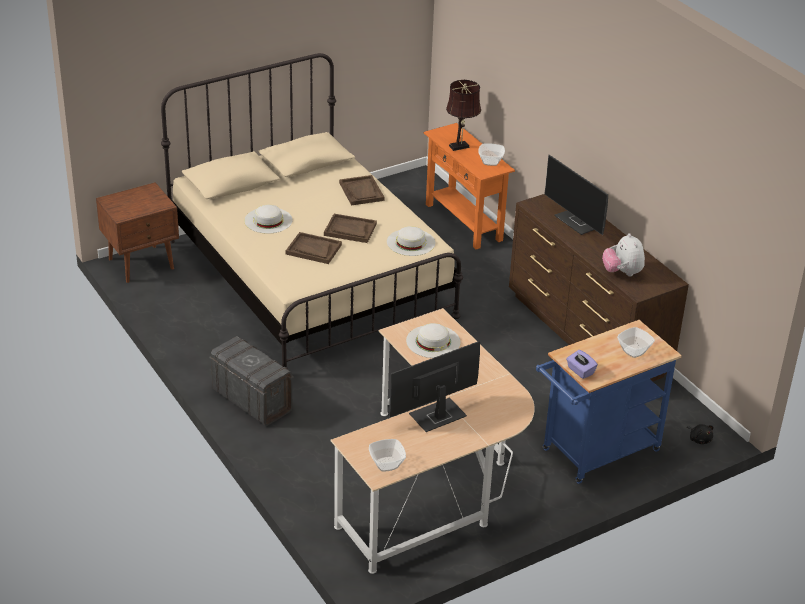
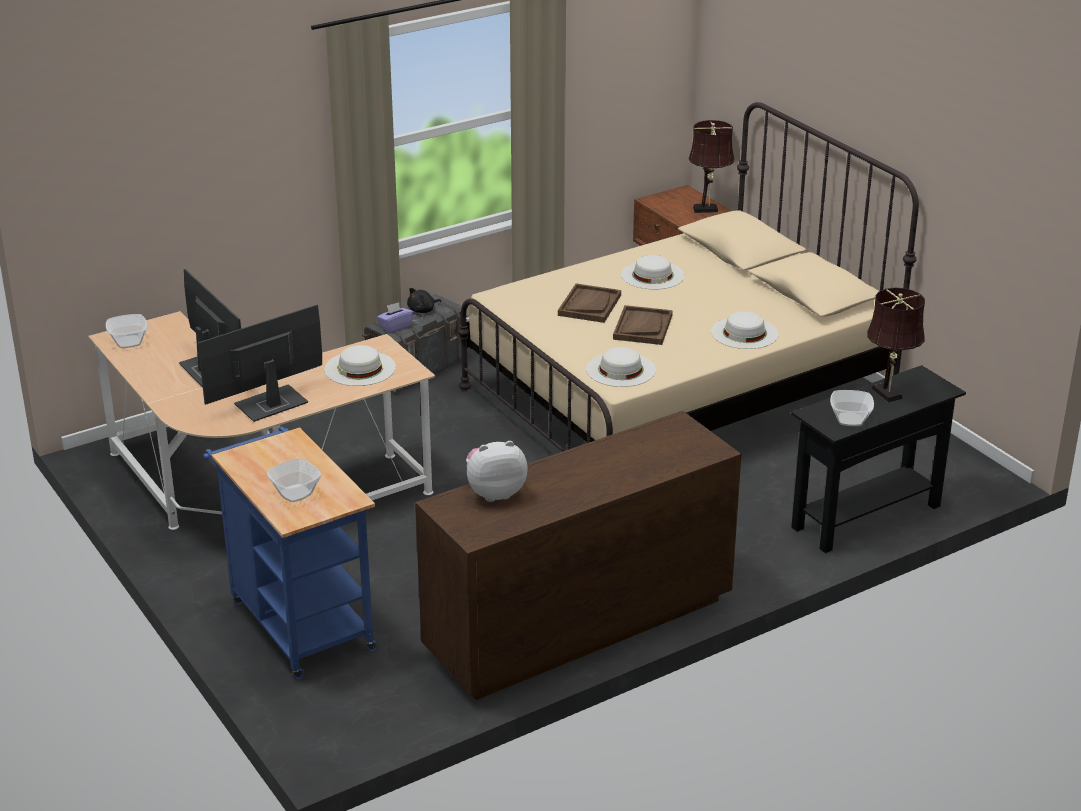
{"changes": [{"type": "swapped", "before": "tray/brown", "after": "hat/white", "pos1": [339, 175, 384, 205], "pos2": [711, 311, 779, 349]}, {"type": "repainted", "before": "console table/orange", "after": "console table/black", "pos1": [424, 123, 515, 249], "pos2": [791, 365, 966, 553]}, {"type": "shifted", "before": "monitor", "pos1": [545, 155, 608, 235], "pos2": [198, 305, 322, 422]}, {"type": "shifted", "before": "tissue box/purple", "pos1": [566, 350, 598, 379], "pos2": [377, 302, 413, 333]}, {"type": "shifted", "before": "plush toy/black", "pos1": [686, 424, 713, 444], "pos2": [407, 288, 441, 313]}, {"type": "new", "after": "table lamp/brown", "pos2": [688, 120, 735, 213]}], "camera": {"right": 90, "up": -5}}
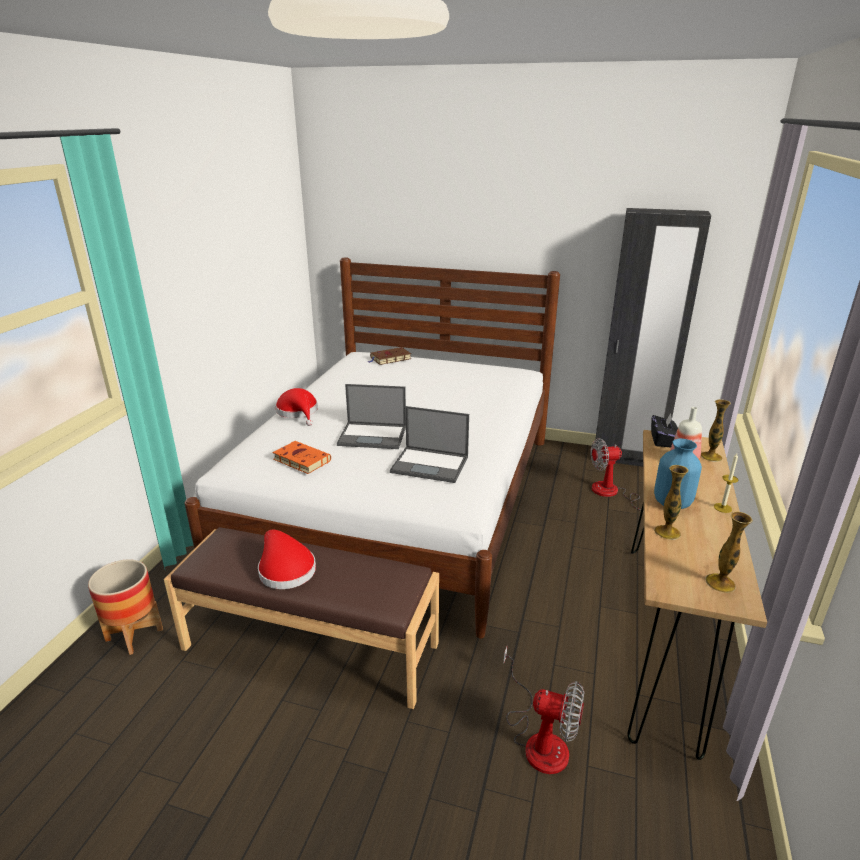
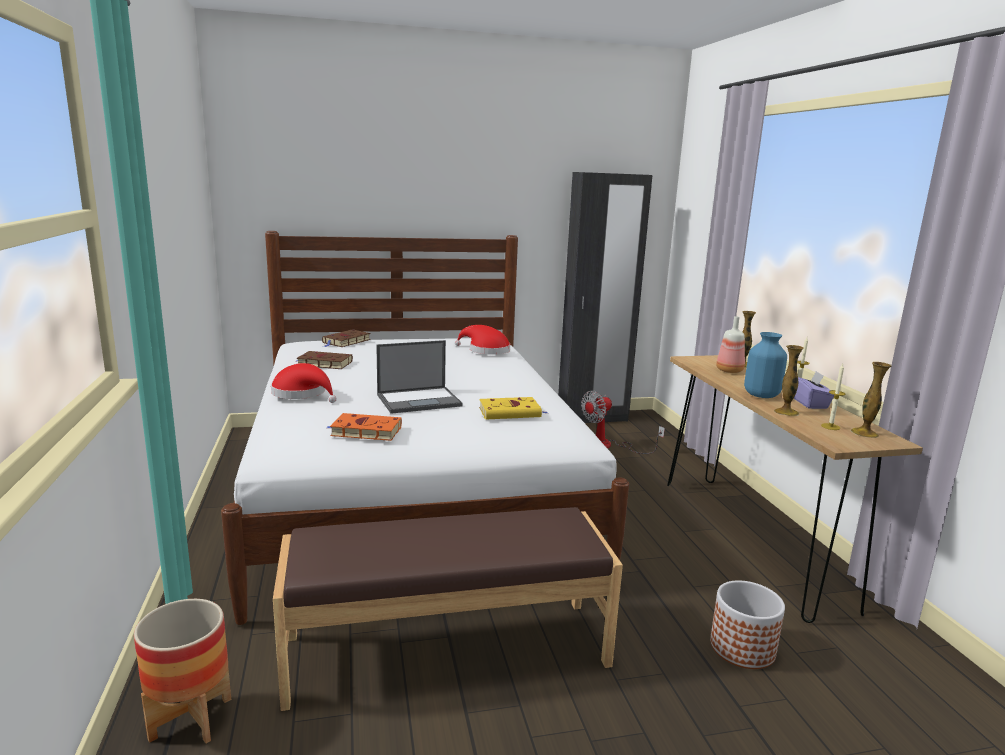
{"changes": [{"type": "shifted", "before": "hat/red", "pos1": [258, 530, 316, 589], "pos2": [455, 325, 510, 355]}, {"type": "swapped", "before": "laptop", "after": "book/yellow", "pos1": [390, 406, 469, 483], "pos2": [479, 397, 547, 420]}, {"type": "swapped", "before": "fan", "after": "planter", "pos1": [504, 647, 585, 774], "pos2": [710, 580, 785, 669]}, {"type": "gone", "before": "tissue box/black", "pos1": [651, 413, 678, 447]}, {"type": "new", "after": "book/brown", "pos2": [297, 351, 353, 369]}, {"type": "new", "after": "tissue box/purple", "pos2": [794, 371, 834, 409]}, {"type": "new", "after": "candle", "pos2": [821, 364, 846, 430]}], "camera": {"right": -30, "up": -10}}
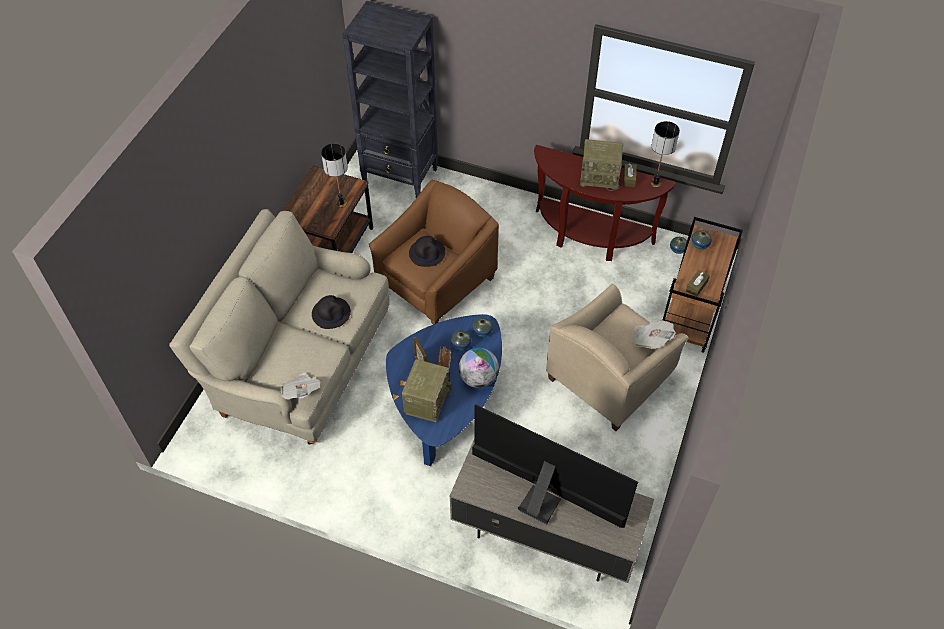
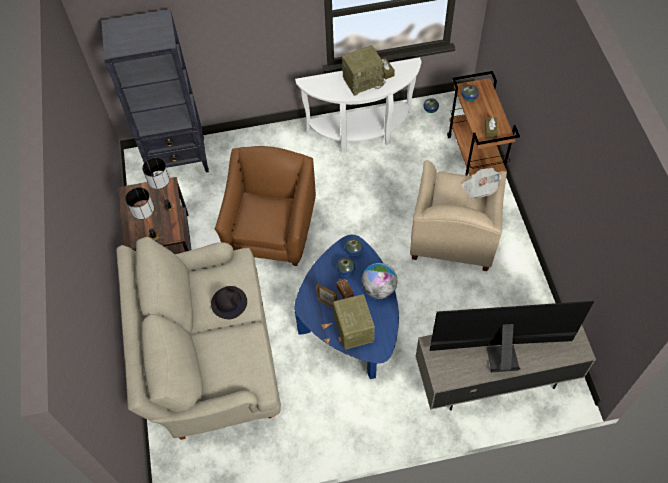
{"changes": [{"type": "gone", "before": "newspaper", "pos1": [281, 373, 321, 400]}, {"type": "gone", "before": "hat/black", "pos1": [409, 236, 446, 267]}, {"type": "repainted", "before": "console table/brown", "after": "console table/white", "pos1": [534, 145, 675, 261], "pos2": [295, 57, 422, 152]}, {"type": "shifted", "before": "table lamp", "pos1": [651, 121, 680, 187], "pos2": [125, 187, 159, 241]}], "camera": {"right": -30, "up": 5}}
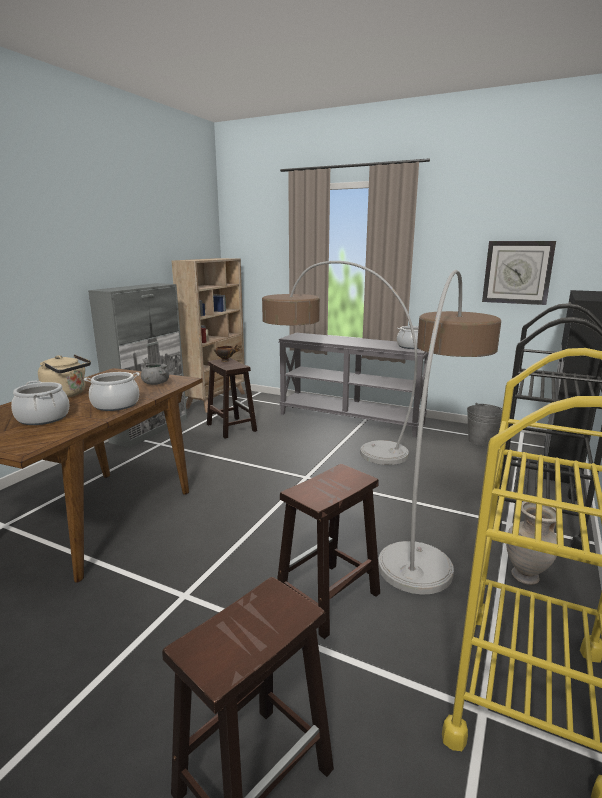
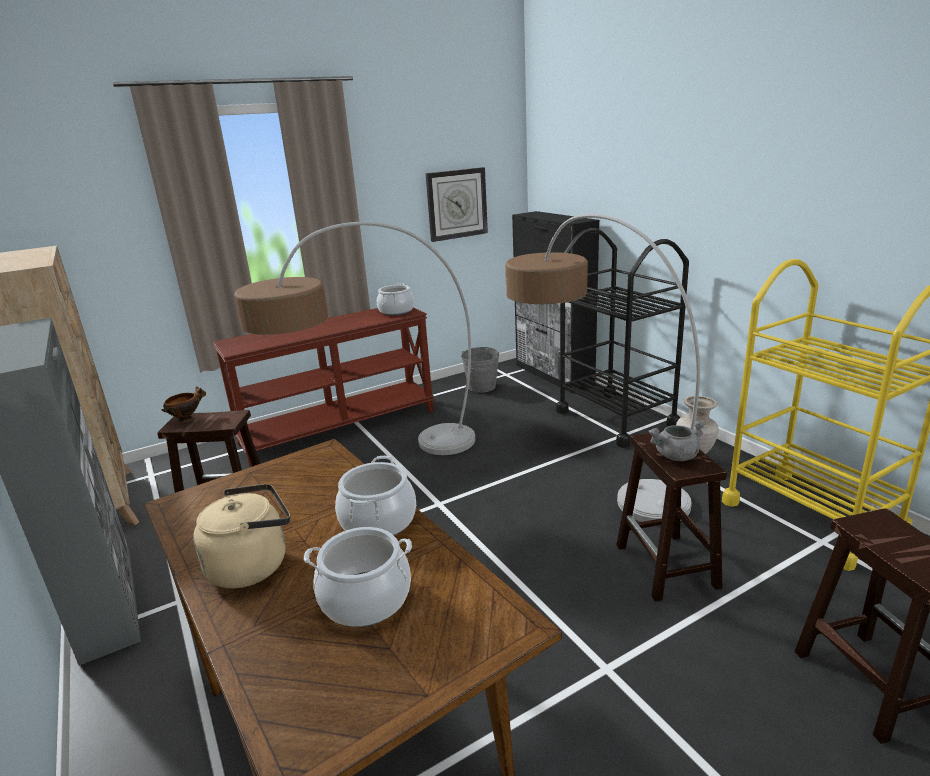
{"changes": [{"type": "shifted", "before": "cooking pot/grey", "pos1": [141, 358, 169, 385], "pos2": [648, 420, 706, 461]}, {"type": "repainted", "before": "console table/grey", "after": "console table/brown", "pos1": [278, 333, 428, 437], "pos2": [213, 307, 434, 466]}], "camera": {"right": -55, "up": 5}}
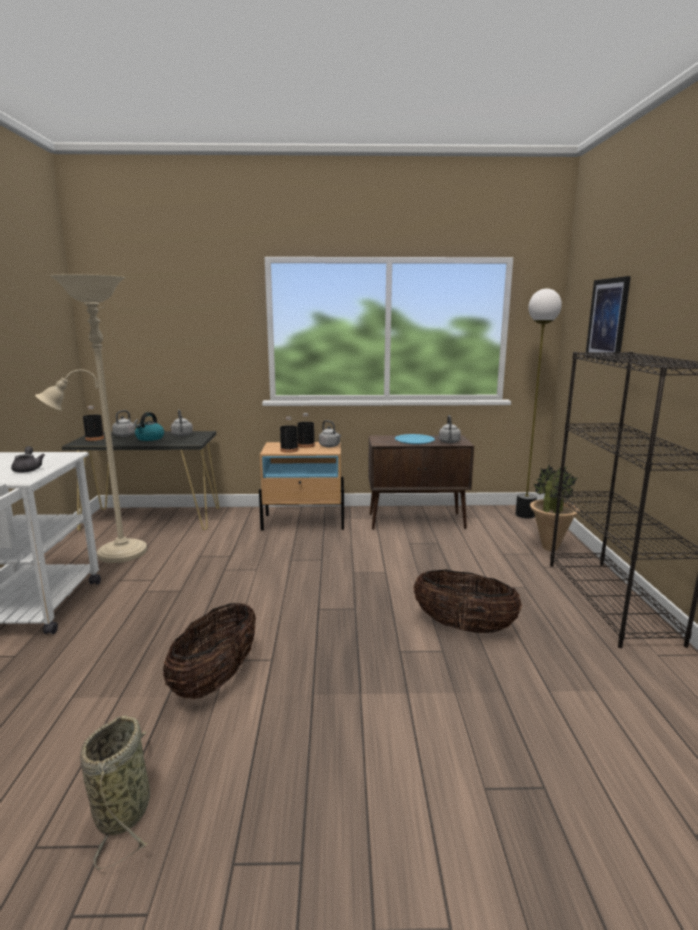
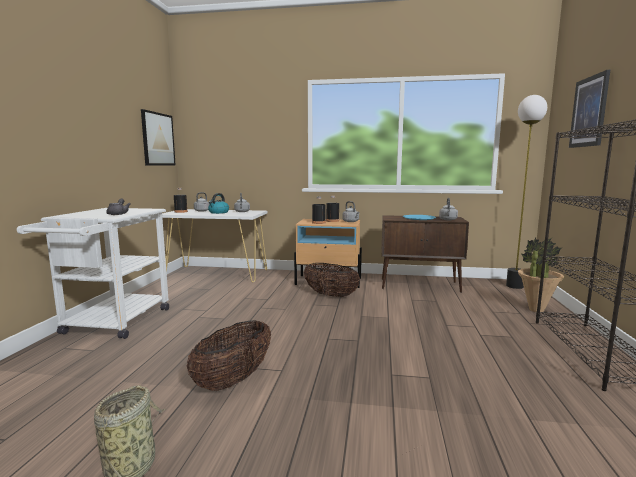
{"changes": [{"type": "gone", "before": "floor lamp/beige", "pos1": [35, 274, 147, 563]}, {"type": "repainted", "before": "console table/black", "after": "console table/white", "pos1": [62, 431, 219, 531], "pos2": [162, 209, 268, 282]}, {"type": "shifted", "before": "basket", "pos1": [413, 570, 522, 633], "pos2": [304, 263, 360, 297]}, {"type": "new", "after": "picture", "pos2": [141, 109, 176, 166]}], "camera": {"right": 10, "up": -5}}
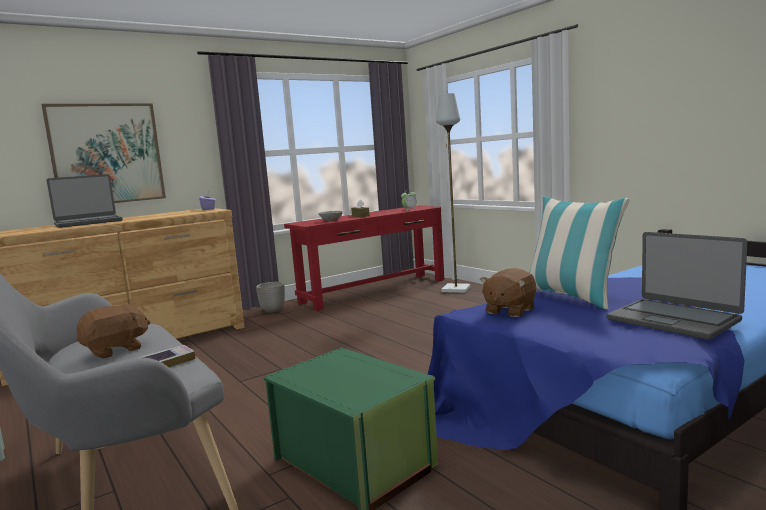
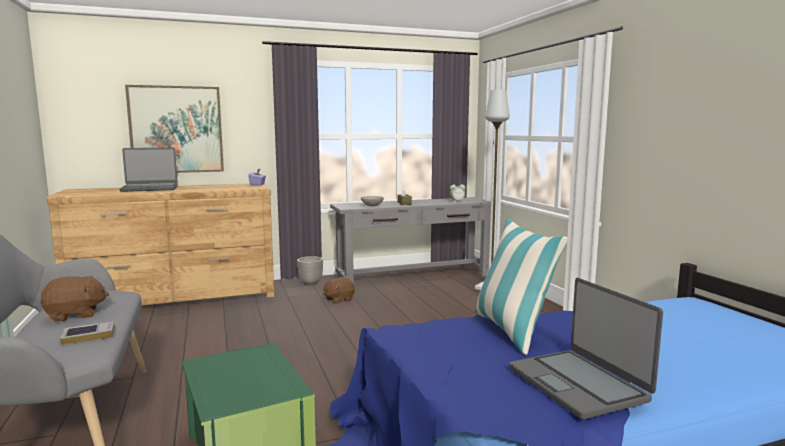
{"changes": [{"type": "repainted", "before": "console table/red", "after": "console table/grey", "pos1": [284, 205, 444, 311], "pos2": [330, 197, 491, 284]}, {"type": "shifted", "before": "plush toy/brown", "pos1": [480, 268, 537, 317], "pos2": [323, 277, 355, 304]}], "camera": {"right": 15, "up": 0}}
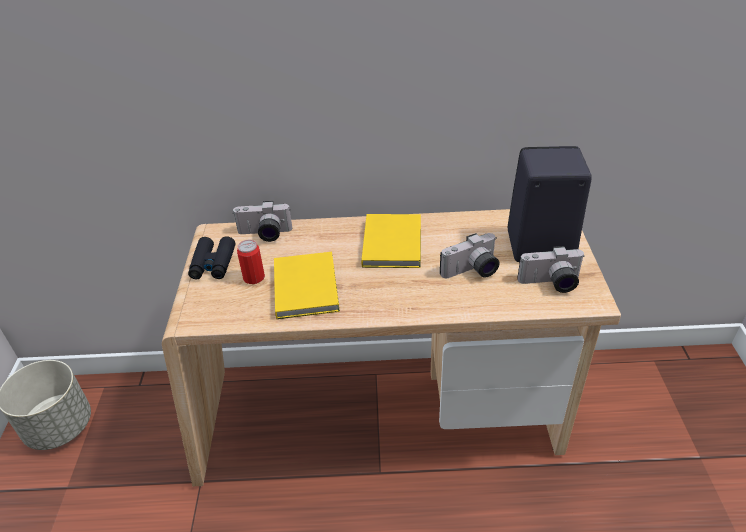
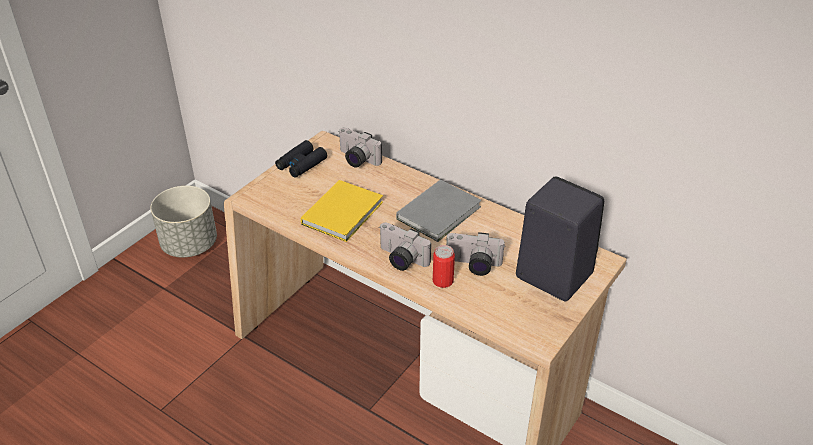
{"changes": [{"type": "shifted", "before": "can", "pos1": [237, 240, 265, 284], "pos2": [433, 245, 455, 288]}, {"type": "repainted", "before": "book/yellow", "after": "book/grey", "pos1": [361, 214, 421, 268], "pos2": [396, 180, 481, 242]}, {"type": "shifted", "before": "photo camera", "pos1": [518, 246, 585, 293], "pos2": [380, 223, 431, 271]}], "camera": {"right": 35, "up": 0}}
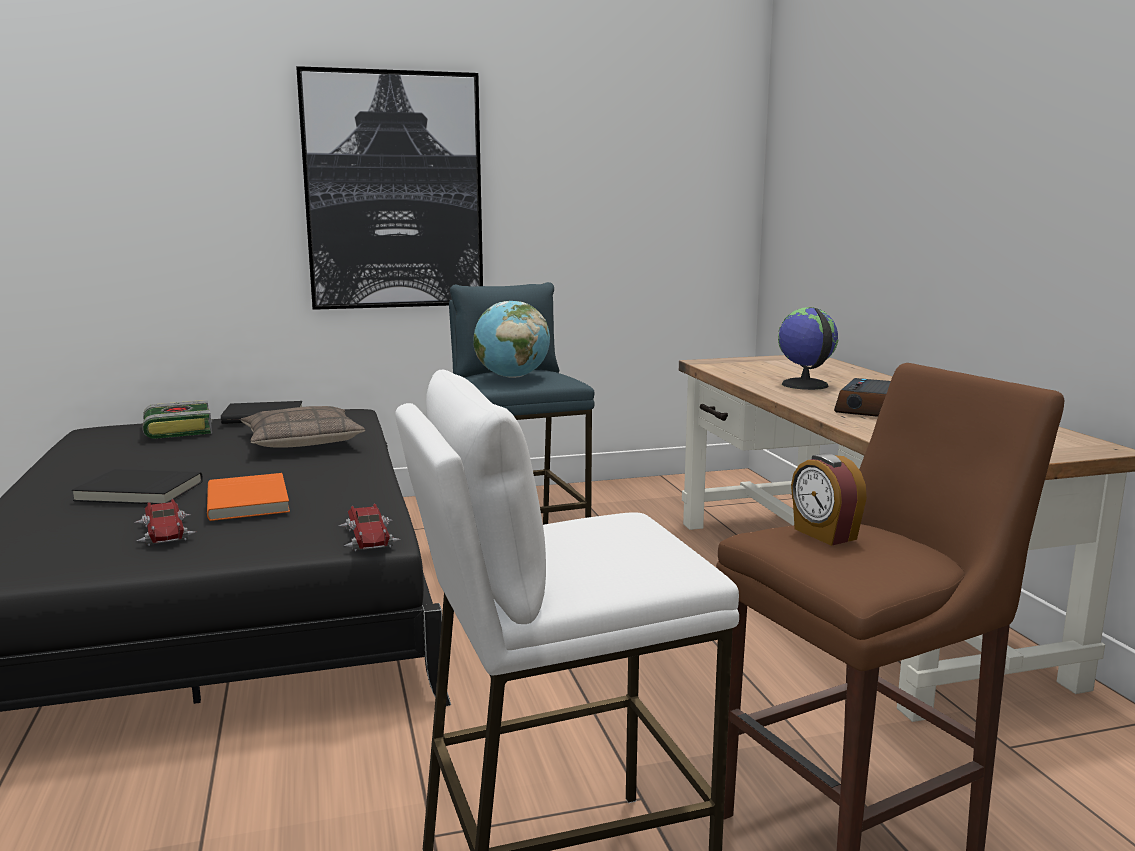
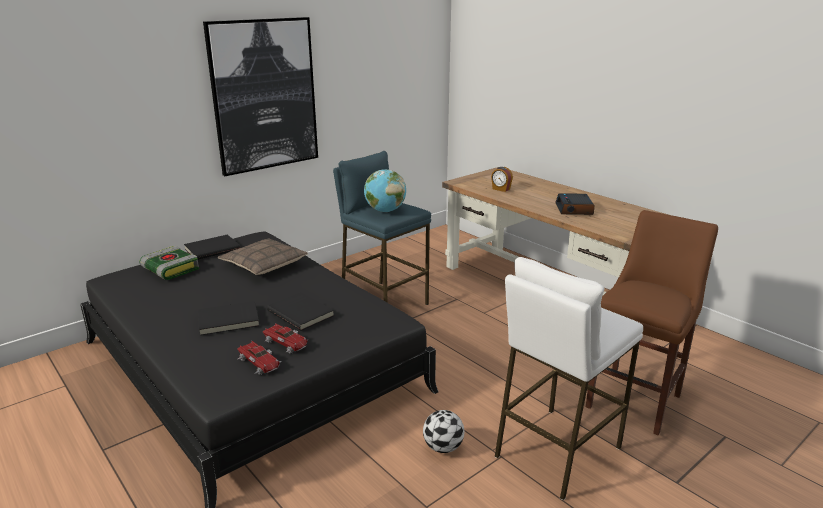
{"changes": [{"type": "repainted", "before": "book/orange", "after": "book/black", "pos1": [207, 473, 290, 521], "pos2": [267, 292, 334, 331]}, {"type": "shifted", "before": "toy car", "pos1": [339, 503, 400, 551], "pos2": [237, 341, 282, 375]}, {"type": "gone", "before": "globe", "pos1": [778, 307, 838, 390]}, {"type": "shifted", "before": "alarm clock", "pos1": [791, 453, 867, 546], "pos2": [491, 167, 513, 192]}, {"type": "new", "after": "football", "pos2": [423, 410, 464, 453]}], "camera": {"right": -25, "up": 10}}
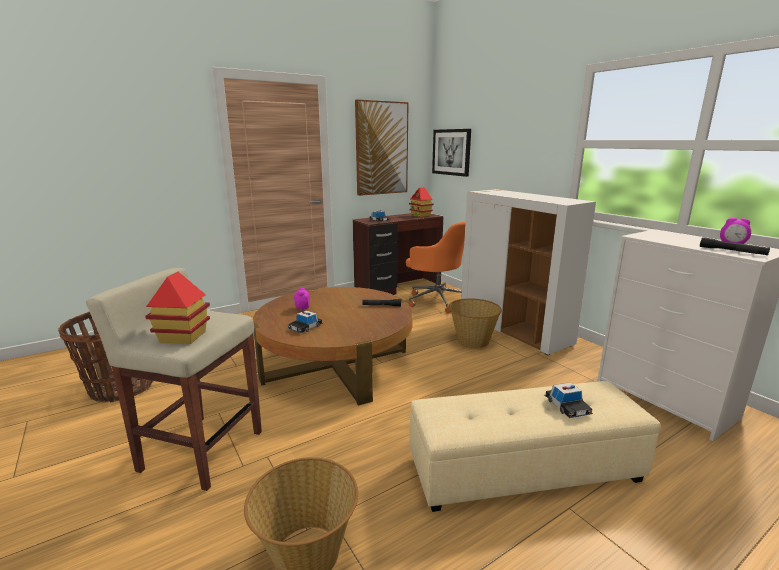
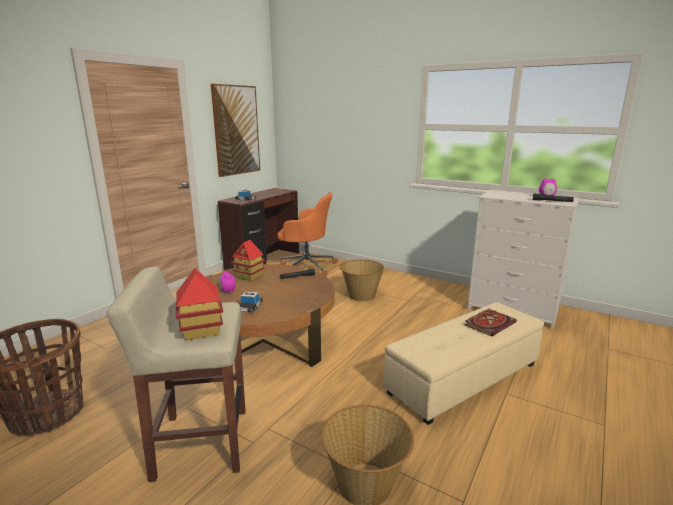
{"changes": [{"type": "shifted", "before": "toy house", "pos1": [409, 187, 434, 217], "pos2": [231, 240, 265, 281]}, {"type": "gone", "before": "picture", "pos1": [432, 129, 471, 177]}, {"type": "gone", "before": "cabinet/white", "pos1": [461, 189, 596, 355]}, {"type": "swapped", "before": "toy car", "after": "book", "pos1": [544, 382, 593, 418], "pos2": [464, 309, 517, 336]}], "camera": {"right": -25, "up": 0}}
